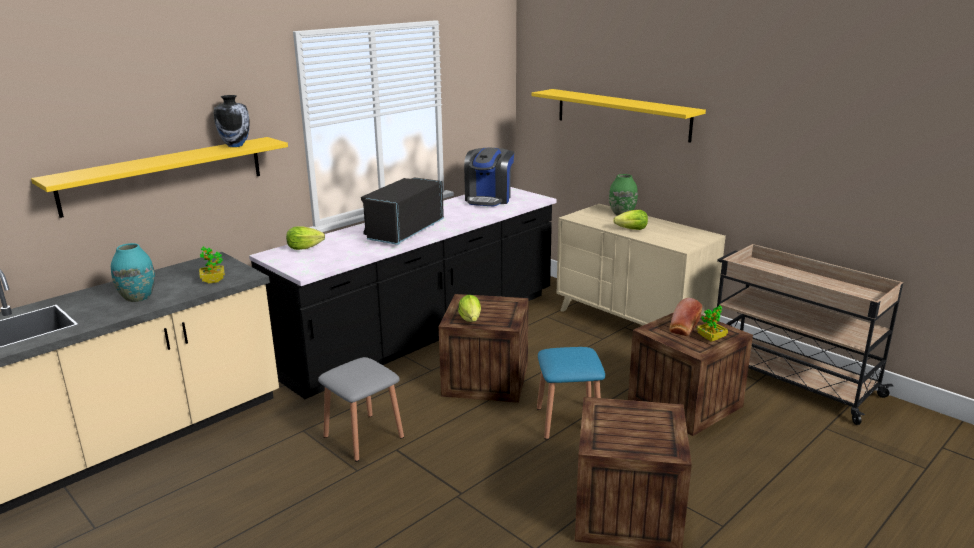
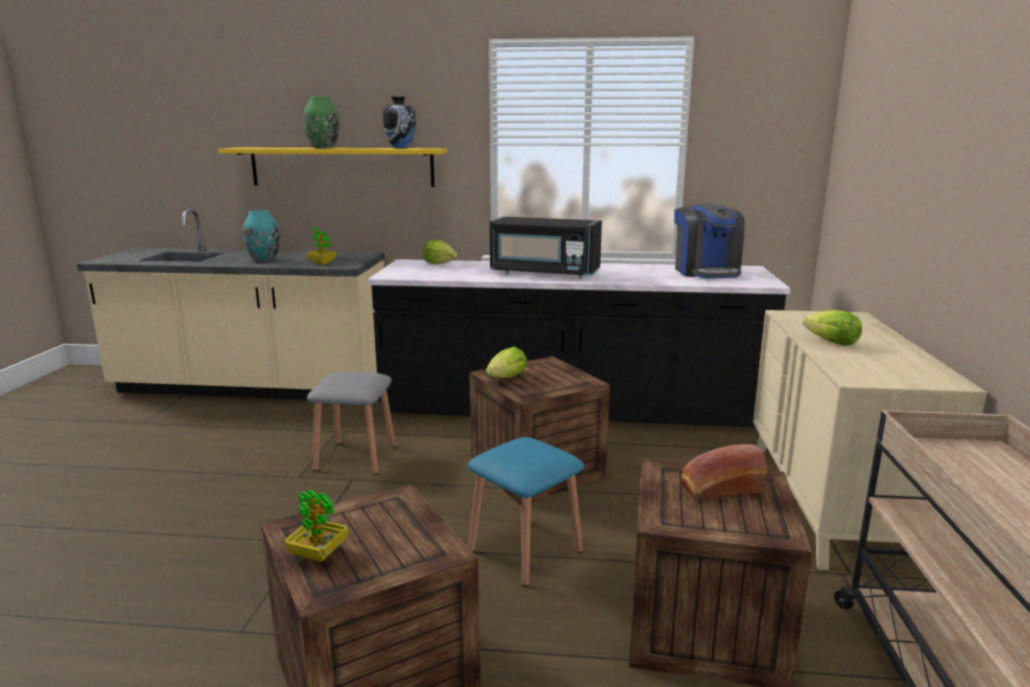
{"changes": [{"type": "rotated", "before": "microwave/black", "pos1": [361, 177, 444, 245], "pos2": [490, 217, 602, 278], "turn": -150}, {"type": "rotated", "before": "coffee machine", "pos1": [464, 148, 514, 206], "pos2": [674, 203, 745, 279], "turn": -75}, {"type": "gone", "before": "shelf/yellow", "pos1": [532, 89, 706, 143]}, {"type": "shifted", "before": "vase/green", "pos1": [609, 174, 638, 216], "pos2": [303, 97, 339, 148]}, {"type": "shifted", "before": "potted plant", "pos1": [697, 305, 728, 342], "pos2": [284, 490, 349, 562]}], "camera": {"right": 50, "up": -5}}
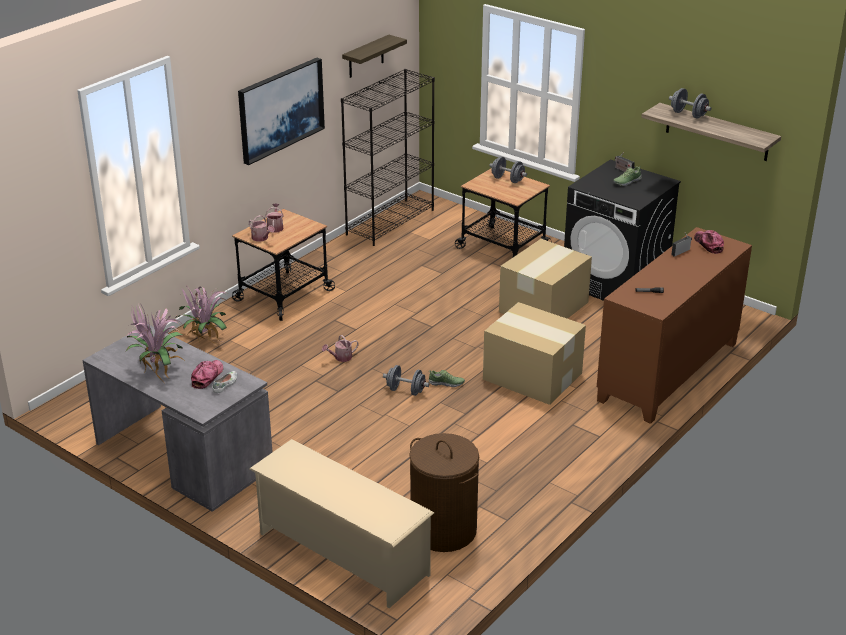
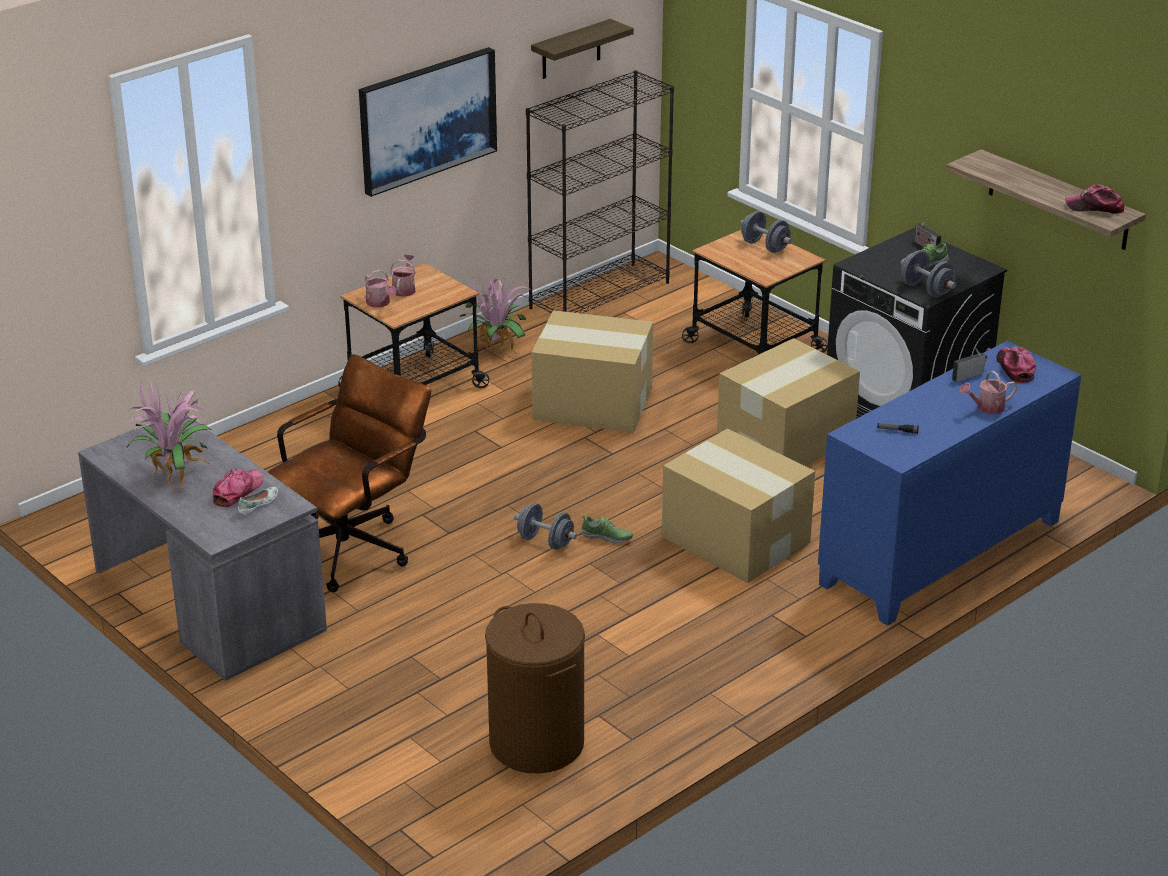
{"changes": [{"type": "shifted", "before": "potted plant", "pos1": [175, 287, 228, 346], "pos2": [459, 275, 533, 360]}, {"type": "gone", "before": "shoe rack/beige", "pos1": [249, 439, 434, 608]}, {"type": "shifted", "before": "watering can", "pos1": [322, 335, 359, 362], "pos2": [960, 370, 1017, 414]}, {"type": "repainted", "before": "cabinet/brown", "after": "cabinet/blue", "pos1": [597, 227, 752, 424], "pos2": [818, 341, 1081, 626]}, {"type": "shifted", "before": "dumbbell/grey", "pos1": [669, 88, 711, 119], "pos2": [901, 250, 956, 297]}, {"type": "new", "after": "office chair/brown", "pos2": [268, 354, 431, 592]}, {"type": "new", "after": "cardboard box", "pos2": [532, 310, 653, 432]}, {"type": "new", "after": "cap", "pos2": [1065, 185, 1125, 214]}], "camera": {"right": 10, "up": 0}}
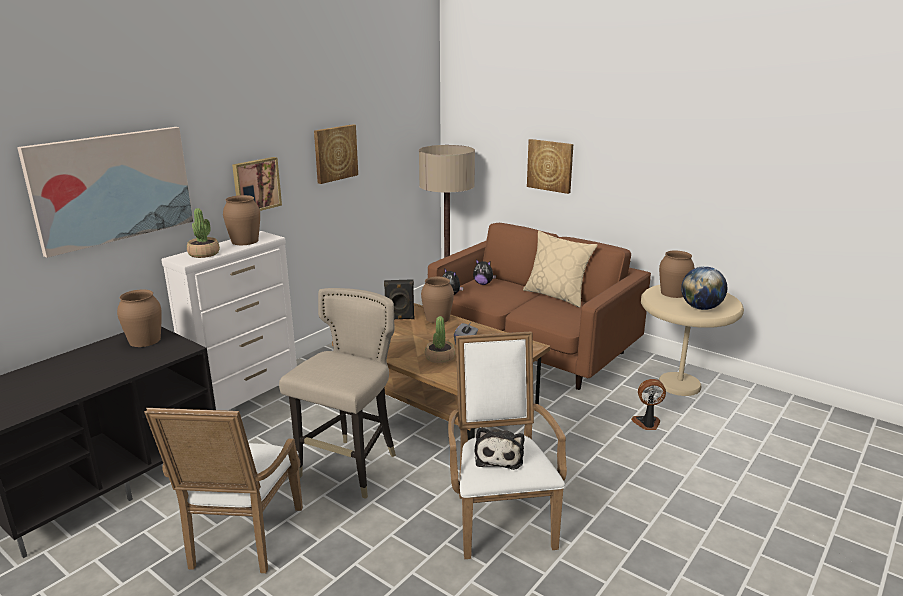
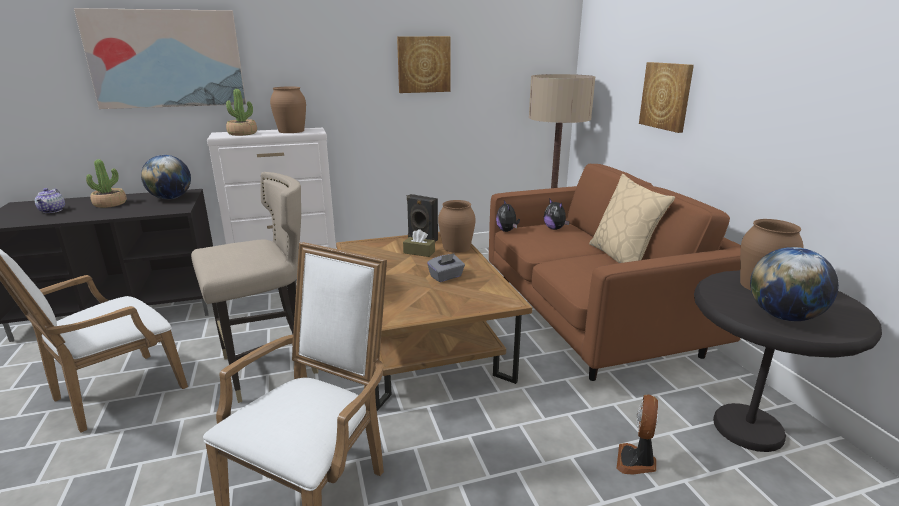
{"changes": [{"type": "swapped", "before": "vase/brown", "after": "globe", "pos1": [117, 290, 162, 347], "pos2": [141, 155, 191, 199]}, {"type": "gone", "before": "picture", "pos1": [232, 157, 282, 211]}, {"type": "shifted", "before": "potted plant", "pos1": [425, 316, 455, 363], "pos2": [86, 159, 127, 208]}, {"type": "gone", "before": "plush toy", "pos1": [474, 427, 524, 470]}, {"type": "rotated", "before": "fan", "pos1": [631, 379, 666, 430], "pos2": [616, 395, 658, 474], "turn": -105}, {"type": "repainted", "before": "side table/beige", "after": "side table/black", "pos1": [641, 285, 744, 396], "pos2": [694, 270, 882, 452]}, {"type": "new", "after": "teapot", "pos2": [35, 188, 65, 213]}, {"type": "new", "after": "tissue box/brown", "pos2": [403, 229, 435, 257]}], "camera": {"right": 35, "up": 0}}
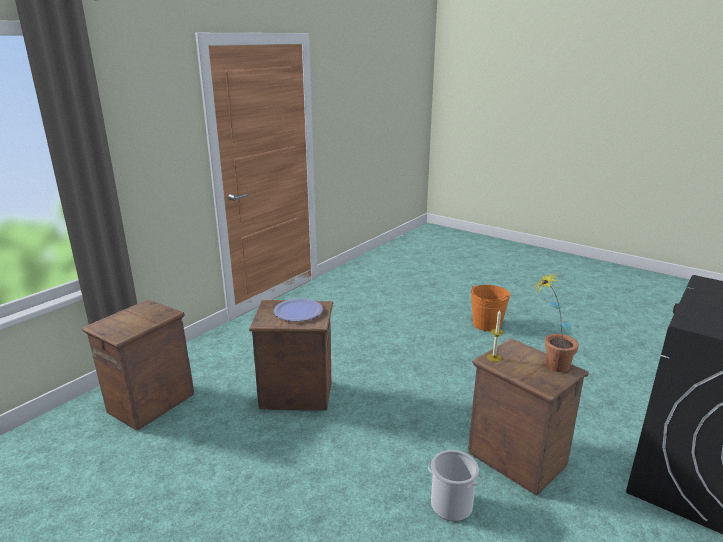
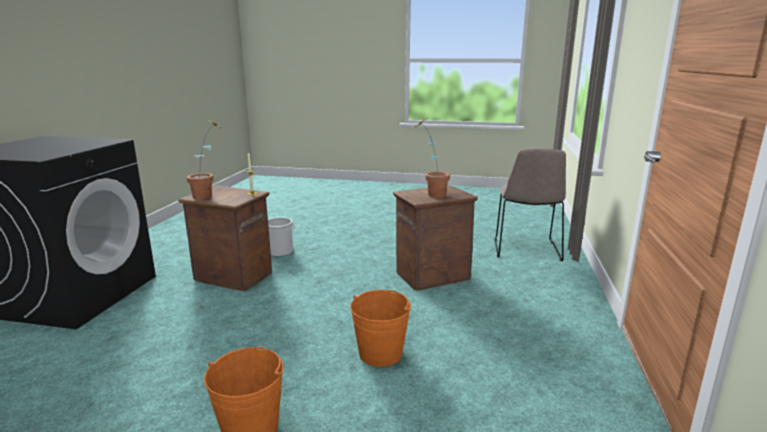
{"changes": [{"type": "swapped", "before": "crate", "after": "chair/beige", "pos1": [82, 299, 194, 431], "pos2": [494, 148, 566, 261]}, {"type": "swapped", "before": "plate", "after": "potted plant", "pos1": [274, 298, 323, 321], "pos2": [415, 118, 450, 198]}, {"type": "new", "after": "bucket/orange", "pos2": [350, 290, 411, 367]}], "camera": {"right": 155, "up": -5}}
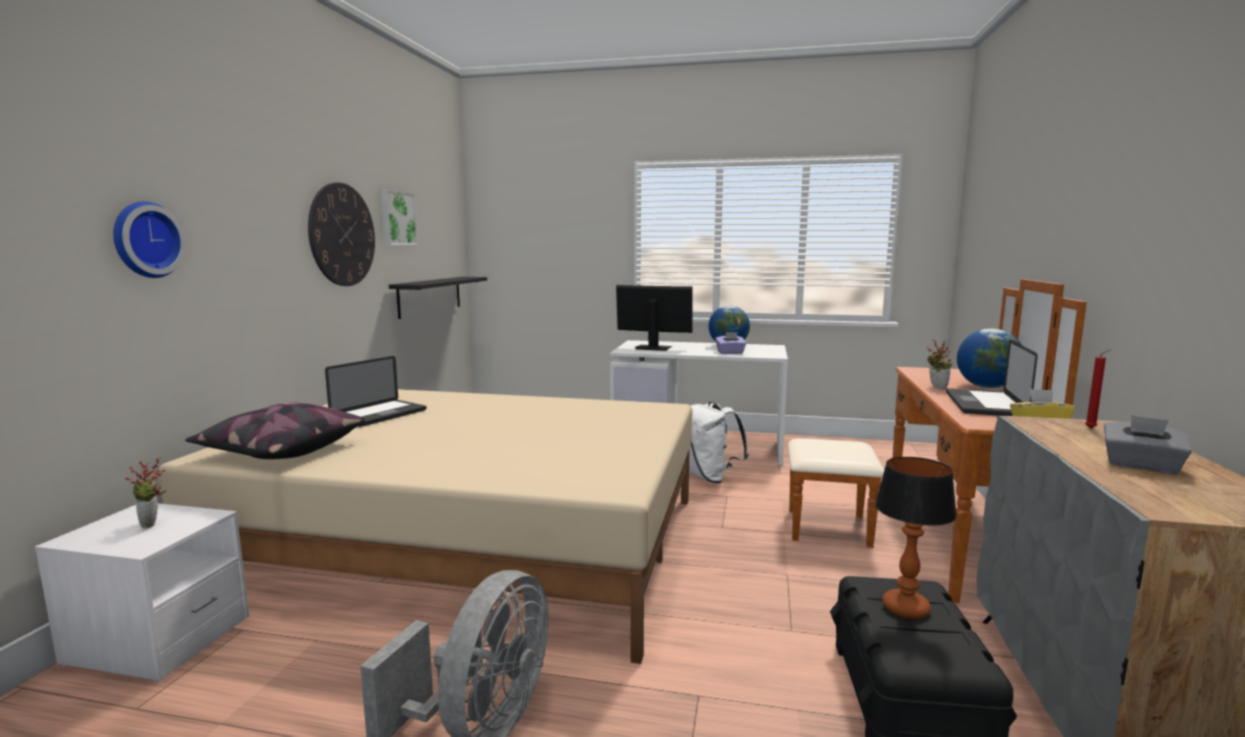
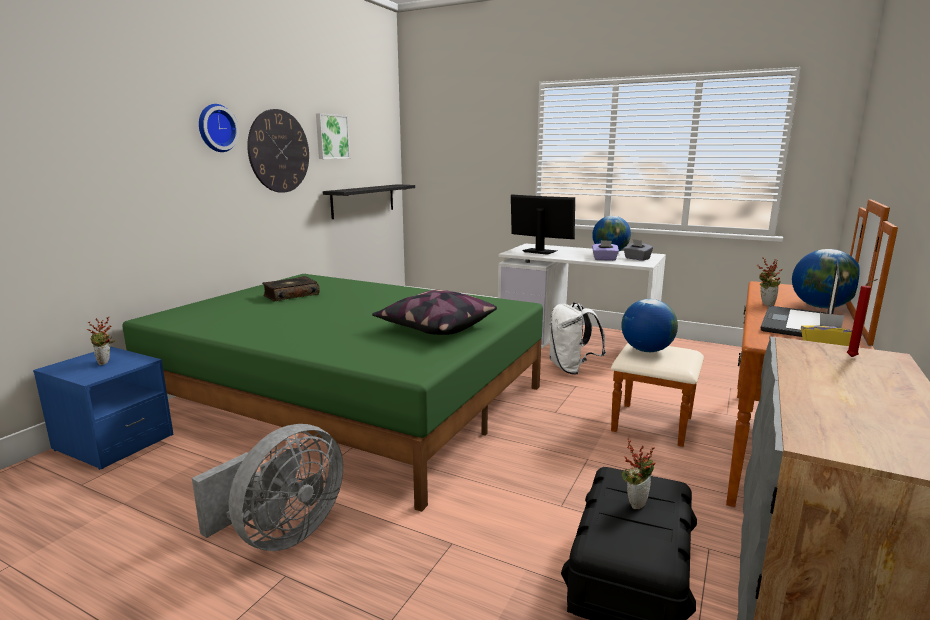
{"changes": [{"type": "repainted", "before": "nightstand/white", "after": "nightstand/blue", "pos1": [35, 503, 249, 682], "pos2": [33, 347, 174, 470]}, {"type": "shifted", "before": "wall clock", "pos1": [113, 201, 186, 278], "pos2": [199, 104, 239, 152]}, {"type": "repainted", "before": "bed/beige", "after": "bed/green", "pos1": [158, 389, 692, 664], "pos2": [122, 274, 543, 512]}, {"type": "shifted", "before": "pillow", "pos1": [185, 403, 365, 459], "pos2": [372, 290, 497, 335]}, {"type": "swapped", "before": "laptop", "after": "book", "pos1": [325, 356, 427, 427], "pos2": [262, 276, 320, 302]}, {"type": "swapped", "before": "table lamp", "after": "potted plant", "pos1": [875, 457, 957, 619], "pos2": [622, 438, 656, 509]}, {"type": "shifted", "before": "tissue box/grey", "pos1": [1104, 415, 1191, 474], "pos2": [623, 239, 653, 261]}, {"type": "new", "after": "globe", "pos2": [621, 299, 678, 352]}], "camera": {"right": 15, "up": 5}}
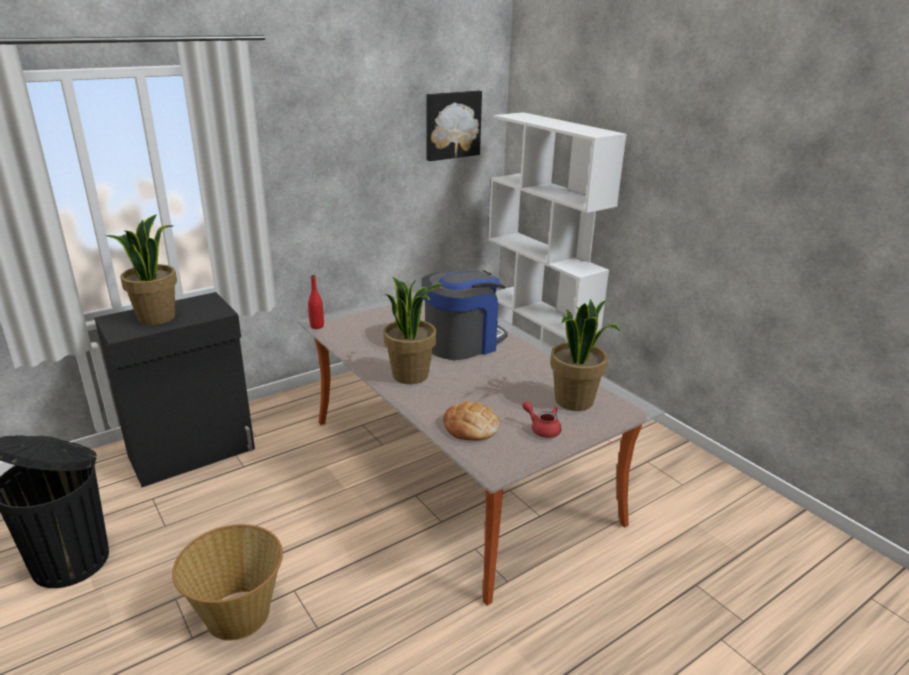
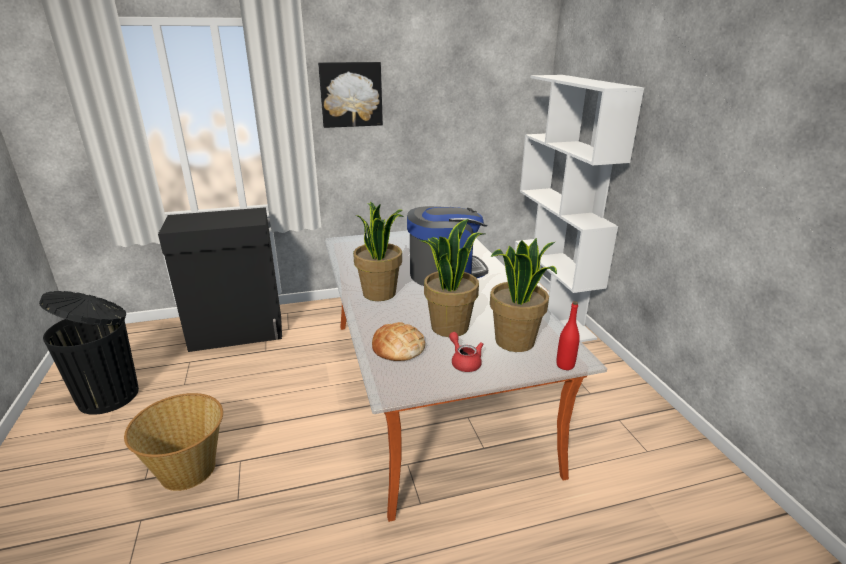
{"changes": [{"type": "shifted", "before": "potted plant", "pos1": [106, 214, 177, 325], "pos2": [419, 219, 485, 337]}, {"type": "shifted", "before": "bottle/red", "pos1": [308, 275, 324, 329], "pos2": [556, 301, 580, 370]}, {"type": "shifted", "before": "picture", "pos1": [426, 91, 482, 161], "pos2": [318, 62, 383, 128]}], "camera": {"right": 20, "up": 0}}
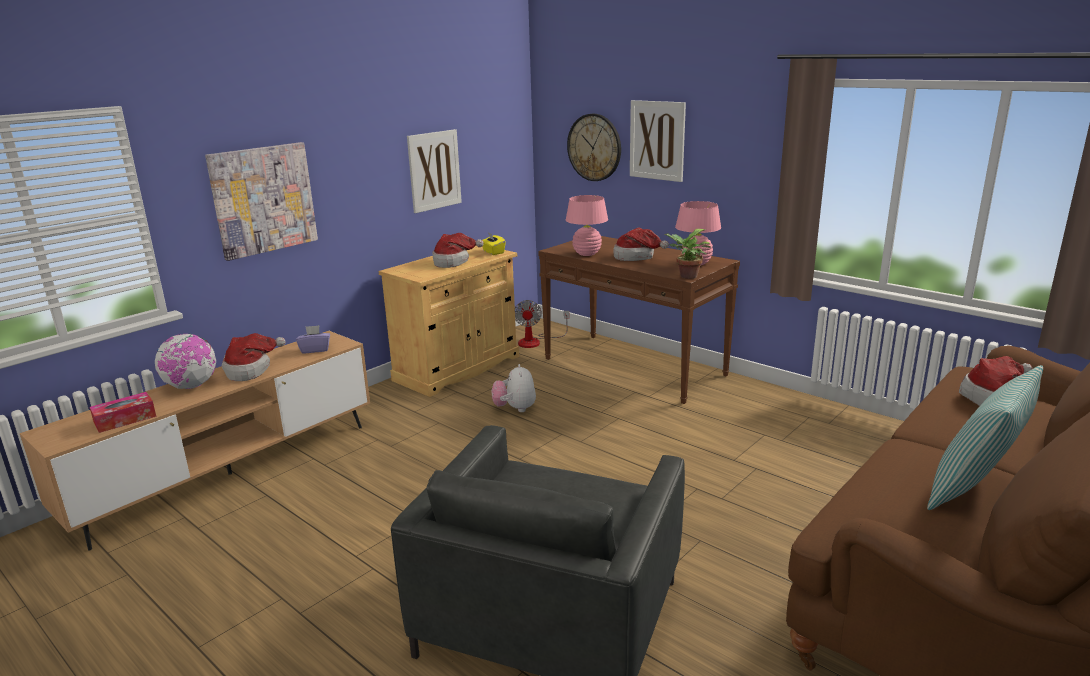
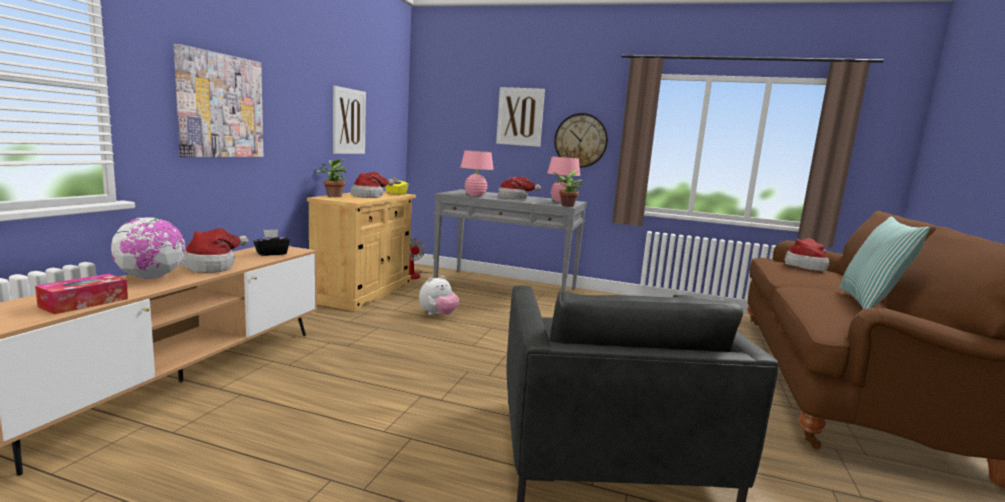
{"changes": [{"type": "repainted", "before": "tissue box/purple", "after": "tissue box/black", "pos1": [296, 325, 330, 353], "pos2": [253, 229, 290, 256]}, {"type": "rotated", "before": "plush toy", "pos1": [492, 364, 536, 412], "pos2": [419, 276, 459, 315], "turn": -105}, {"type": "repainted", "before": "console table/brown", "after": "console table/grey", "pos1": [538, 236, 740, 404], "pos2": [434, 189, 587, 292]}, {"type": "shifted", "before": "wall clock", "pos1": [567, 114, 621, 181], "pos2": [554, 113, 608, 168]}, {"type": "new", "after": "potted plant", "pos2": [317, 159, 346, 197]}], "camera": {"right": -25, "up": -10}}
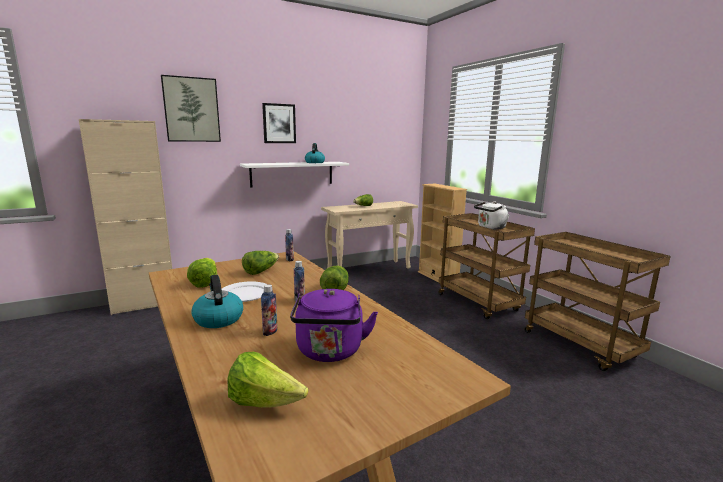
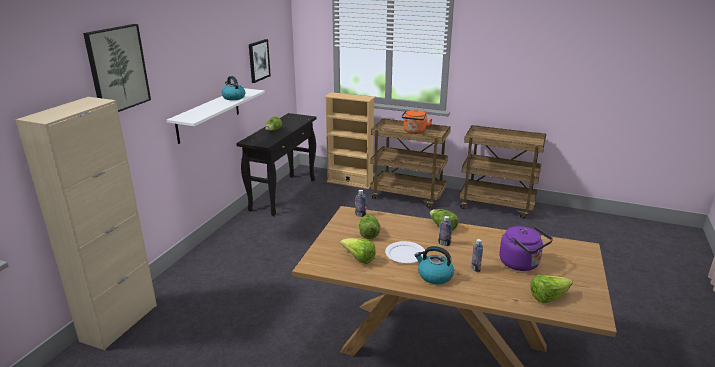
{"changes": [{"type": "shifted", "before": "picture", "pos1": [262, 103, 296, 143], "pos2": [249, 39, 271, 83]}, {"type": "repainted", "before": "console table/beige", "after": "console table/black", "pos1": [321, 201, 418, 269], "pos2": [236, 113, 316, 216]}, {"type": "repainted", "before": "kettle/white", "after": "kettle/orange", "pos1": [474, 201, 510, 230], "pos2": [402, 109, 432, 134]}], "camera": {"right": -40, "up": 10}}
